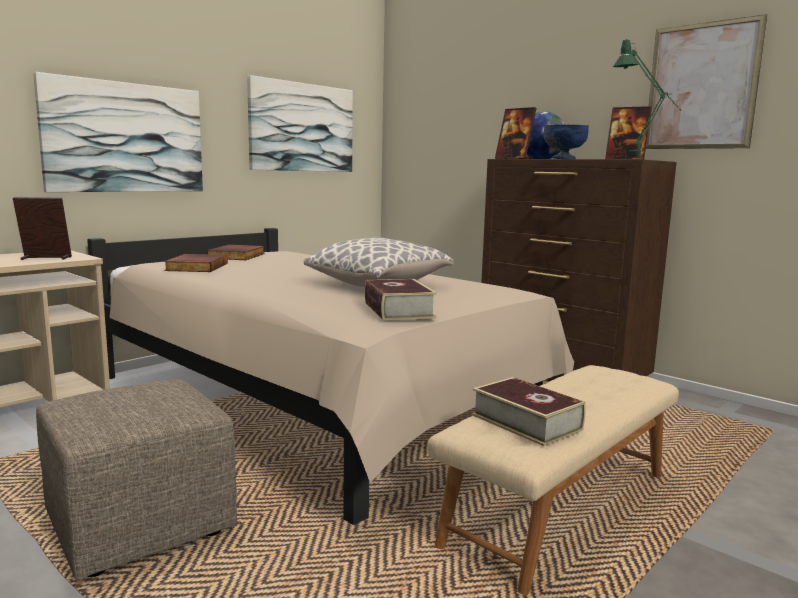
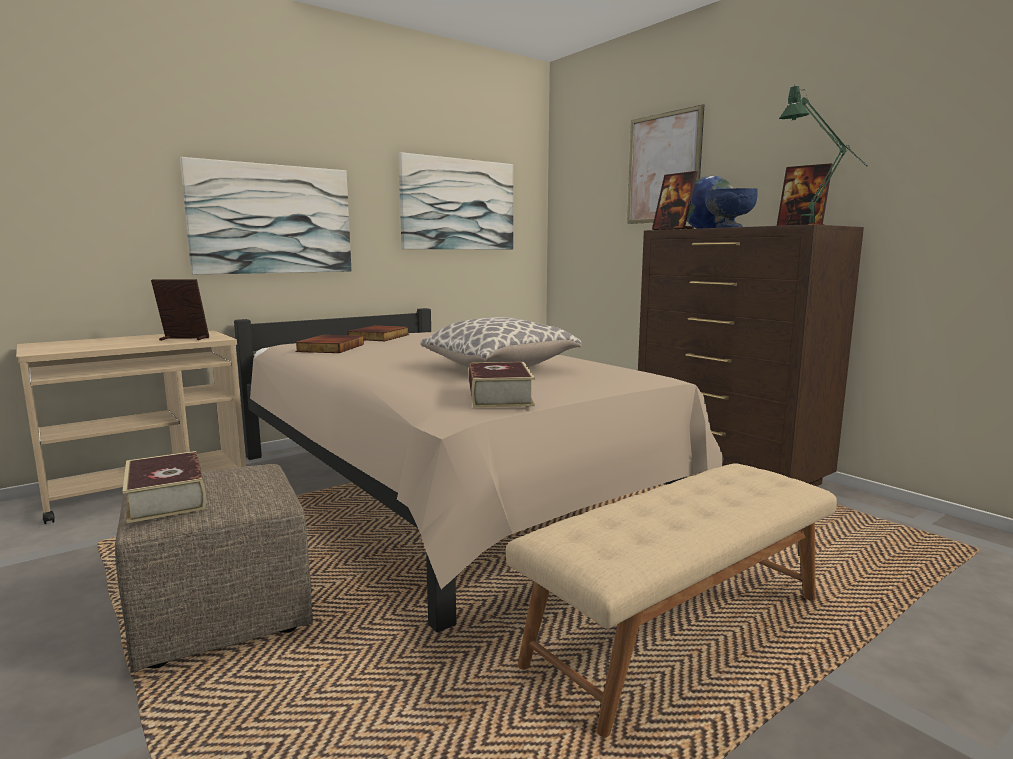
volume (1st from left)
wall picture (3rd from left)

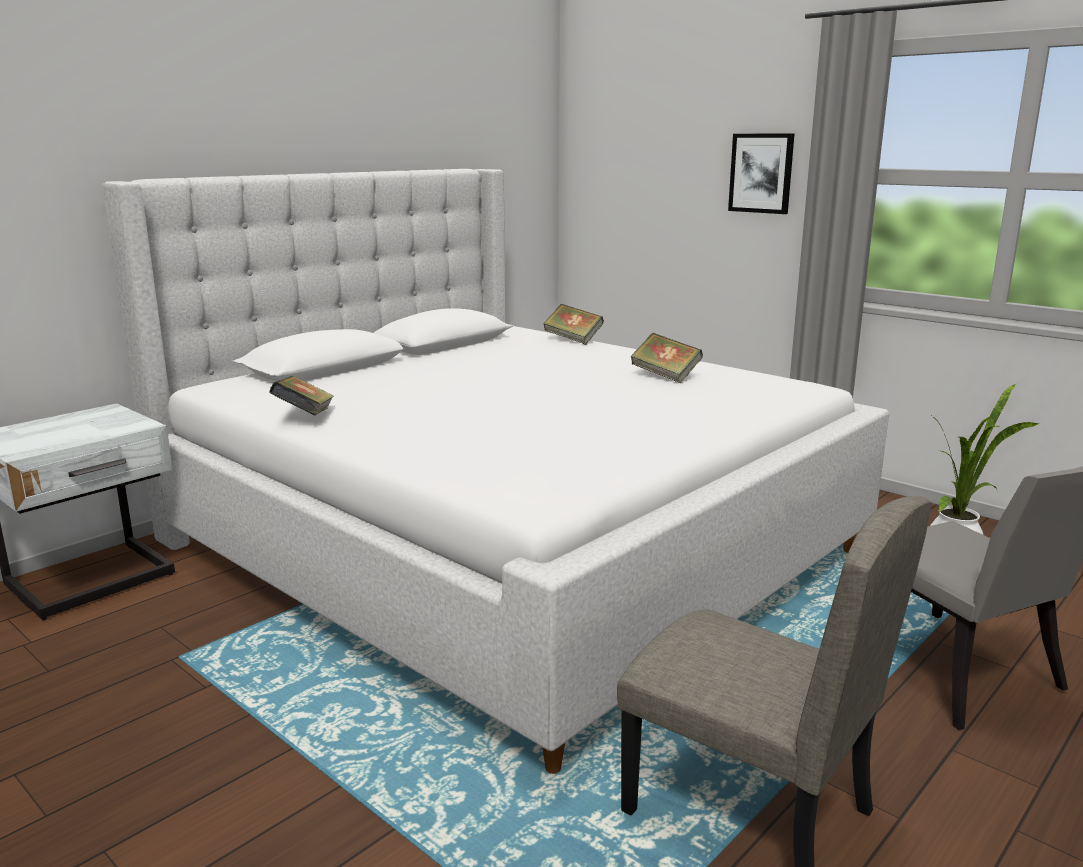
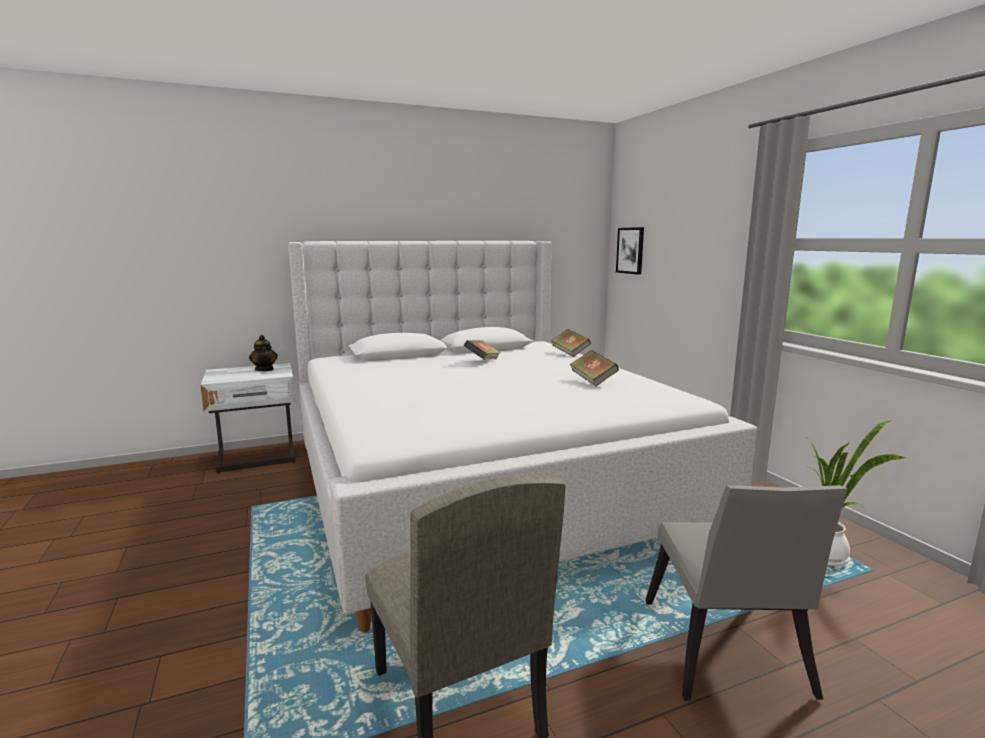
teapot
volume (1st from left)
wall picture

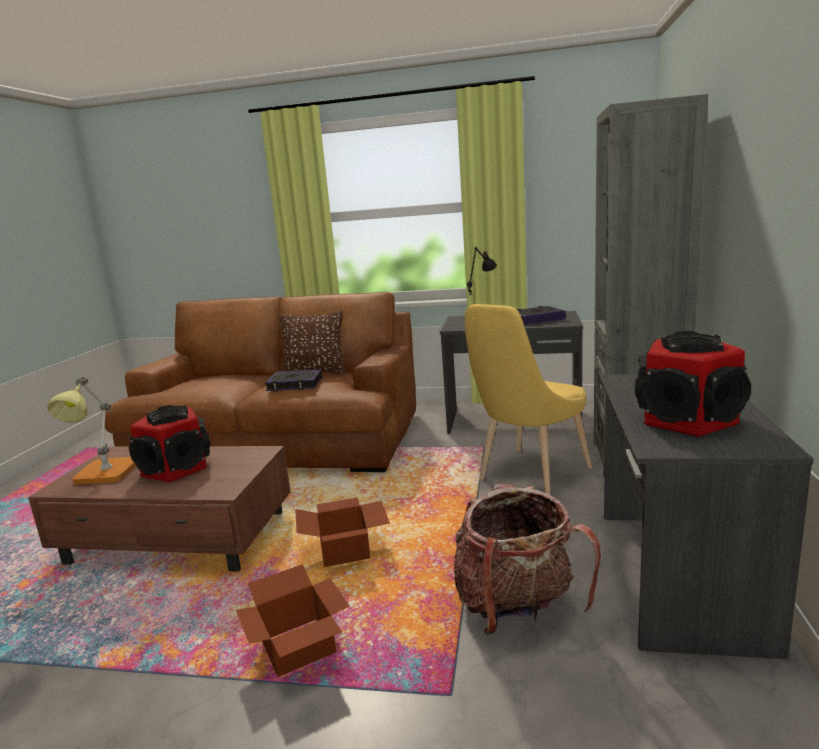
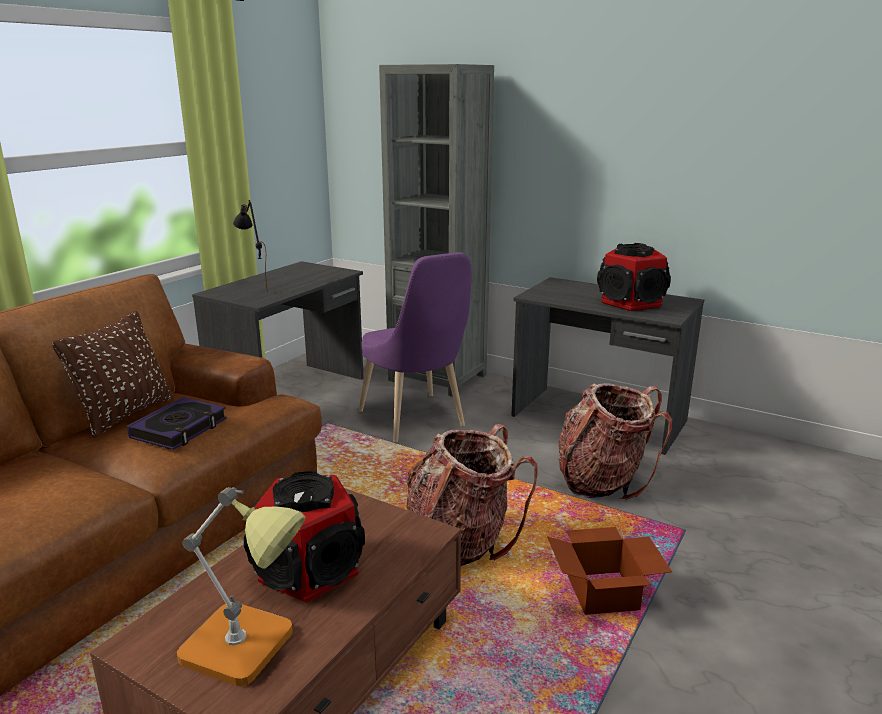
purple plain chair
rucksack (1st from left)
volume (2nd from left in the first image)

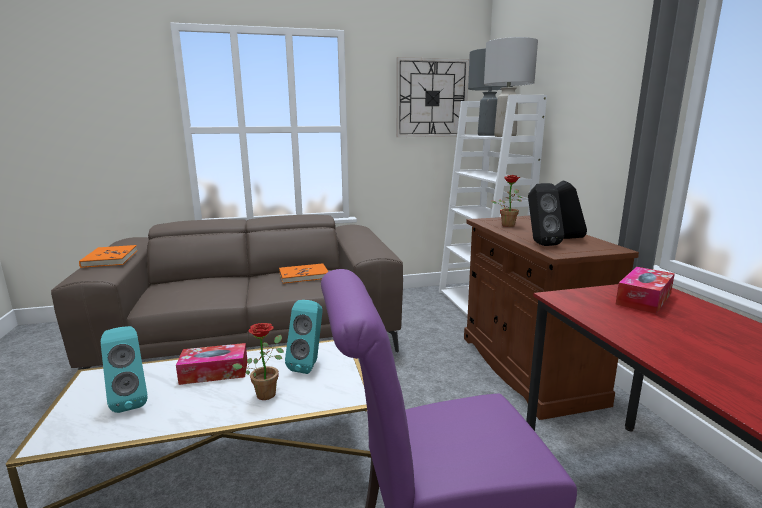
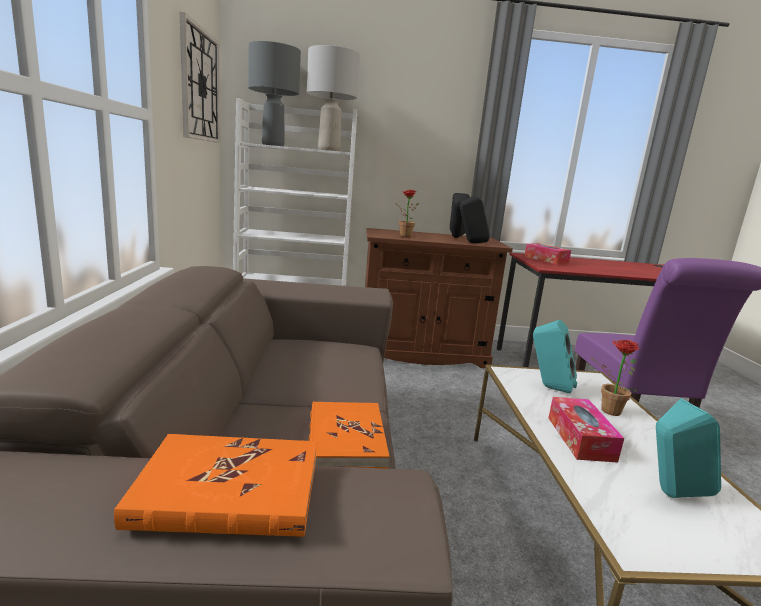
orange volume (2nd from left)

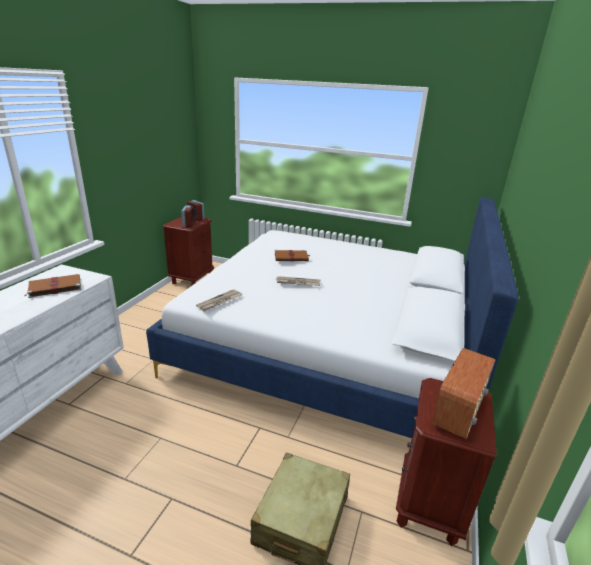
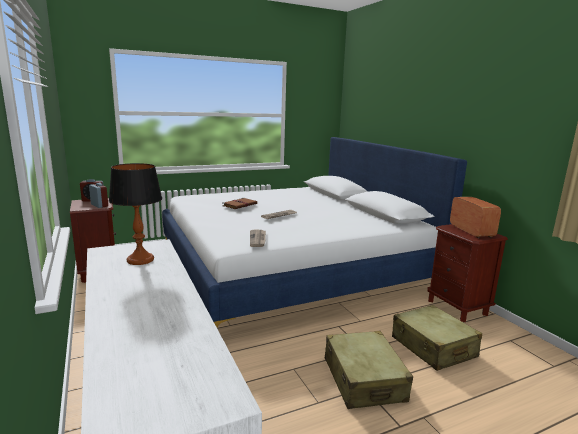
table lamp
beige-coloured piece of luggage (1st from left)

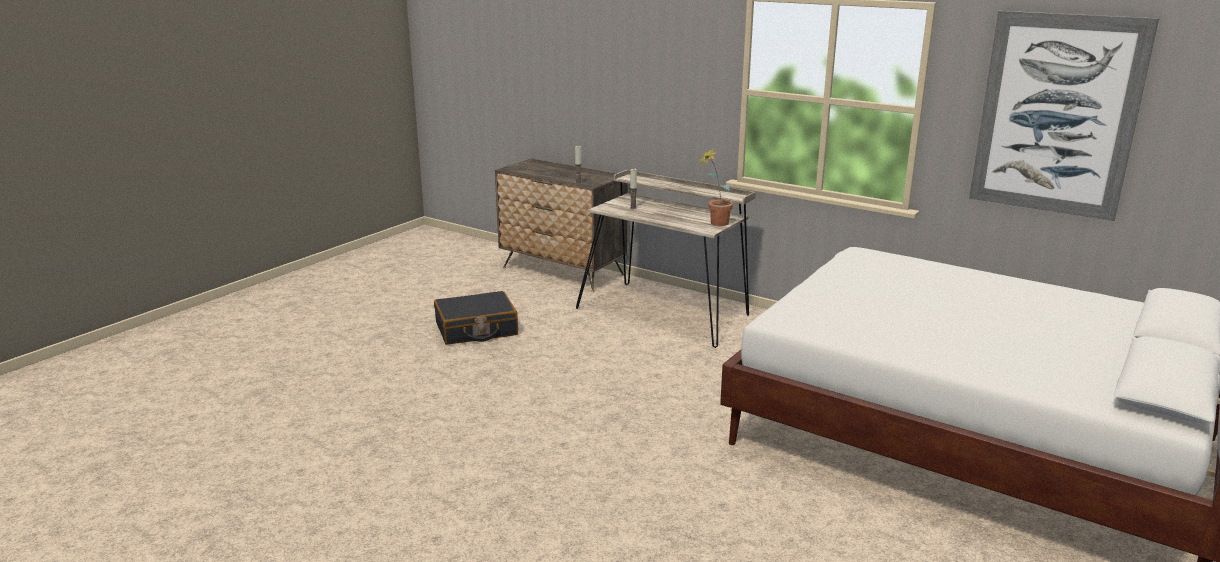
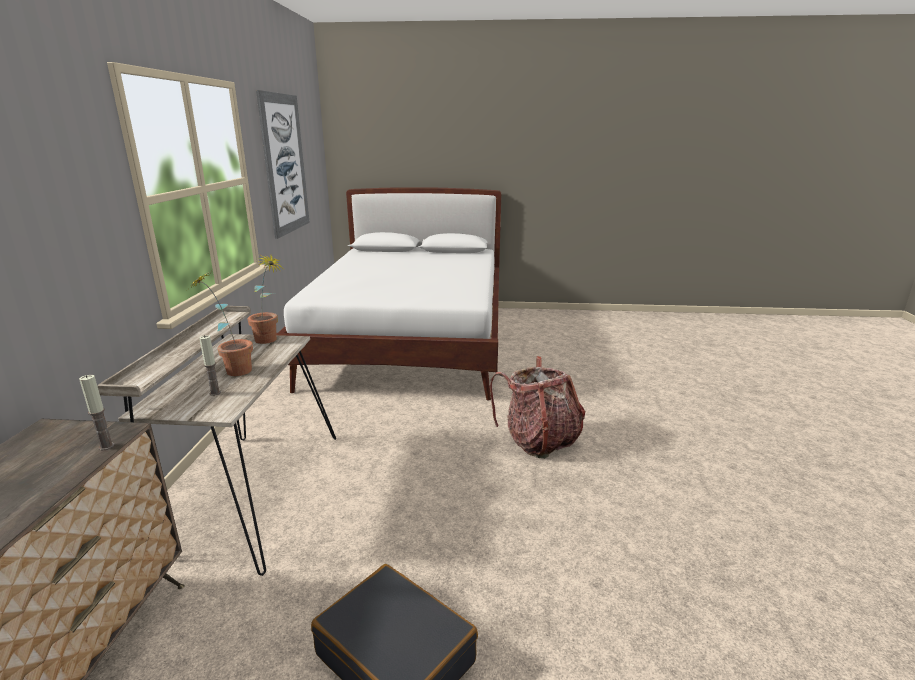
houseplant (1st from left)
rucksack

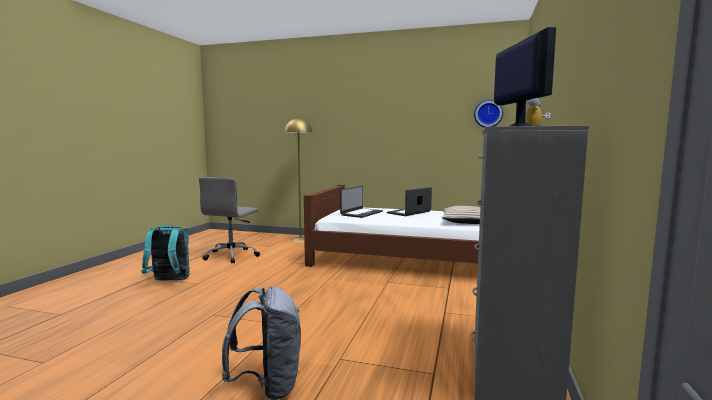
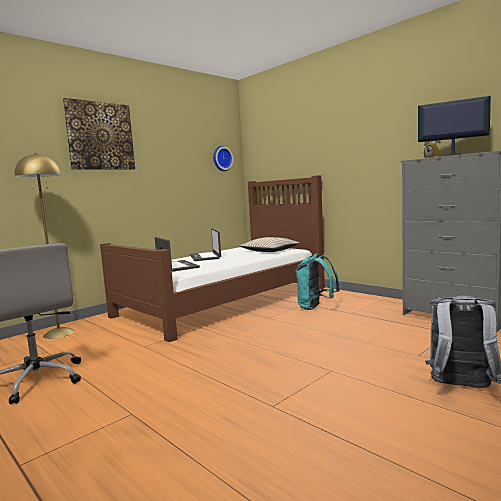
wall picture
turquoise-coloured rucksack

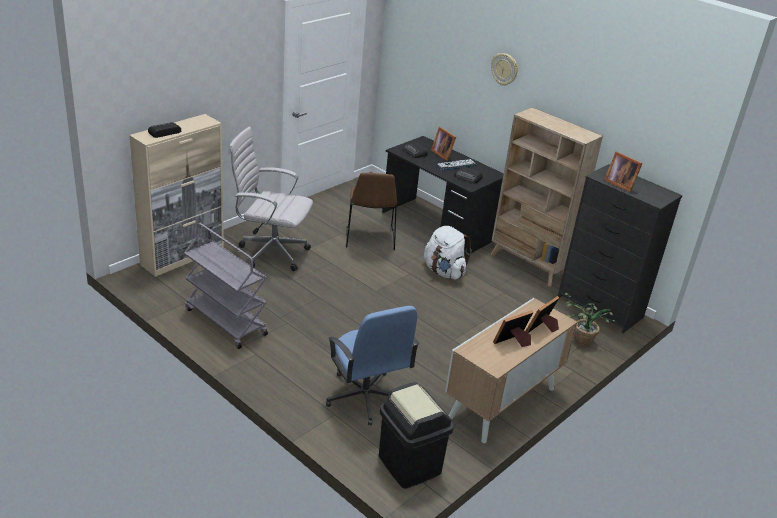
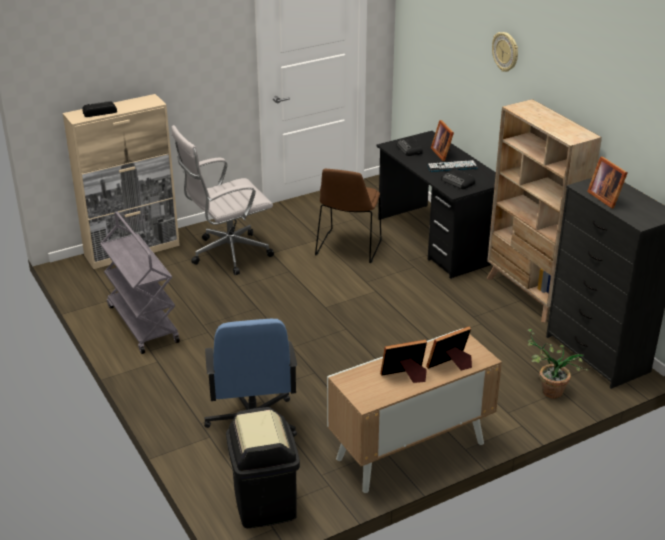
whitish office chair
whitish rucksack

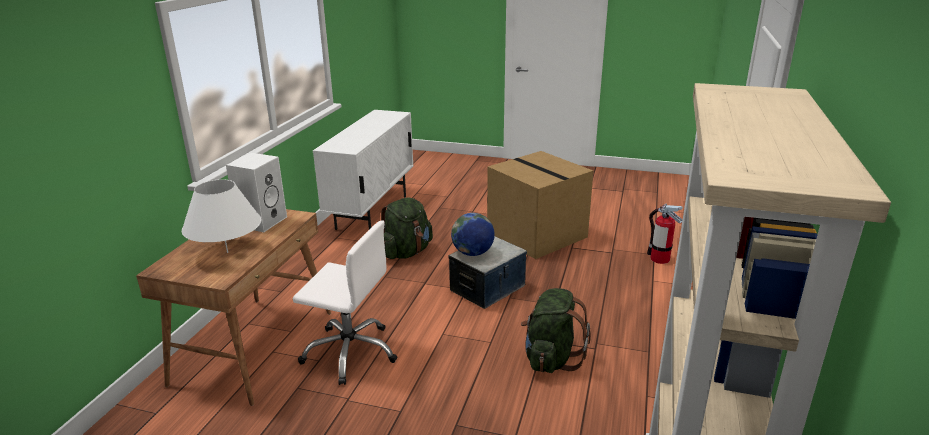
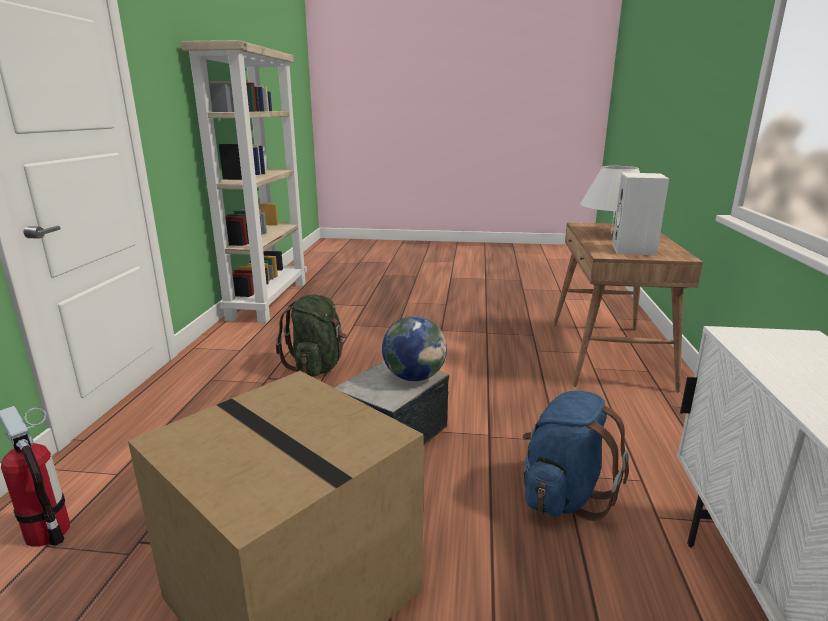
blue rucksack
whitish office chair

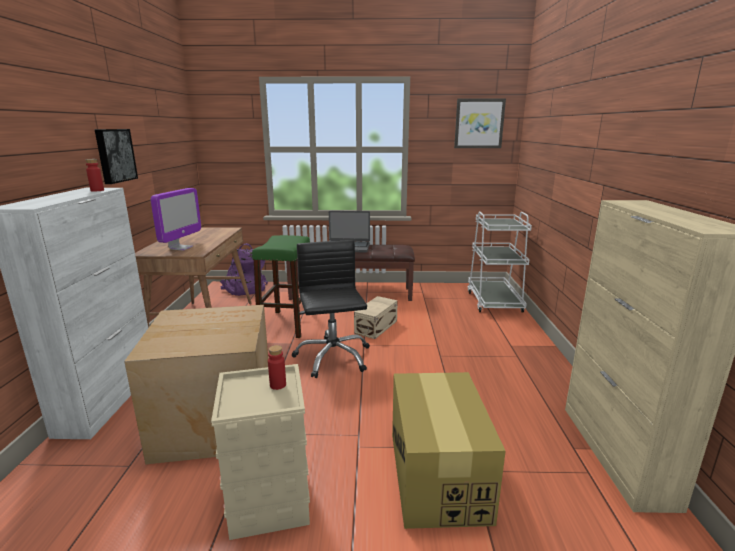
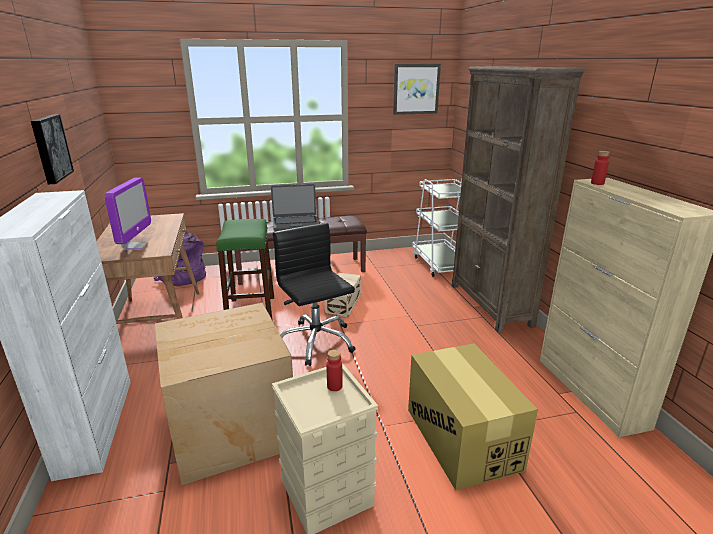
brown-coloured shelving unit
reddish drink bottle (2nd from left)

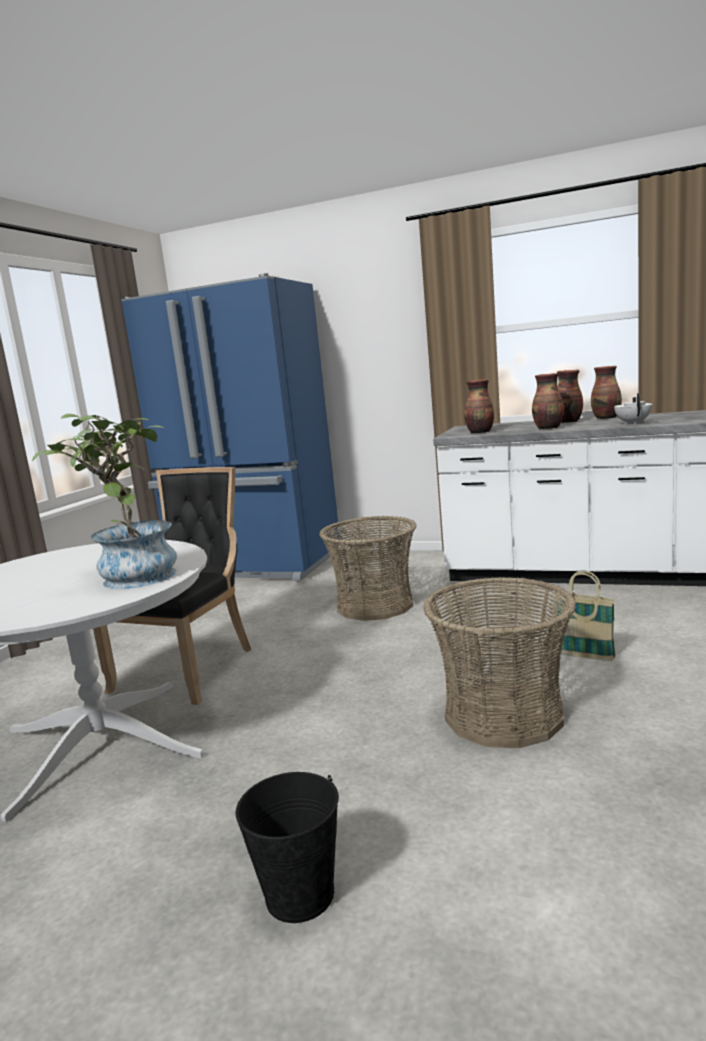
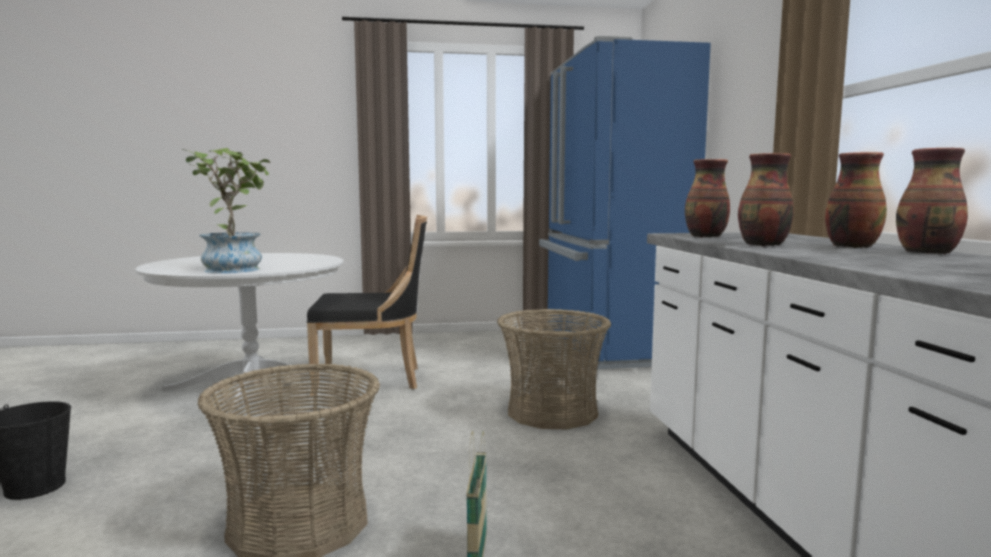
whitish teapot

